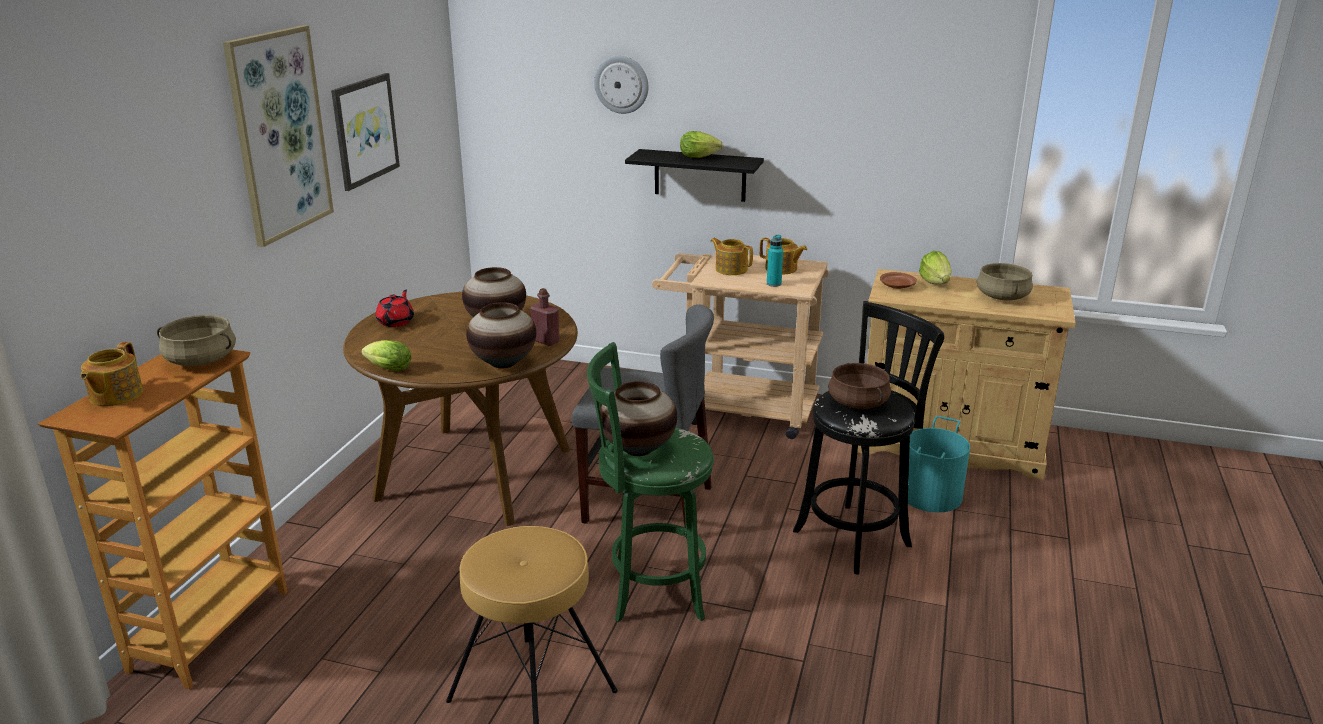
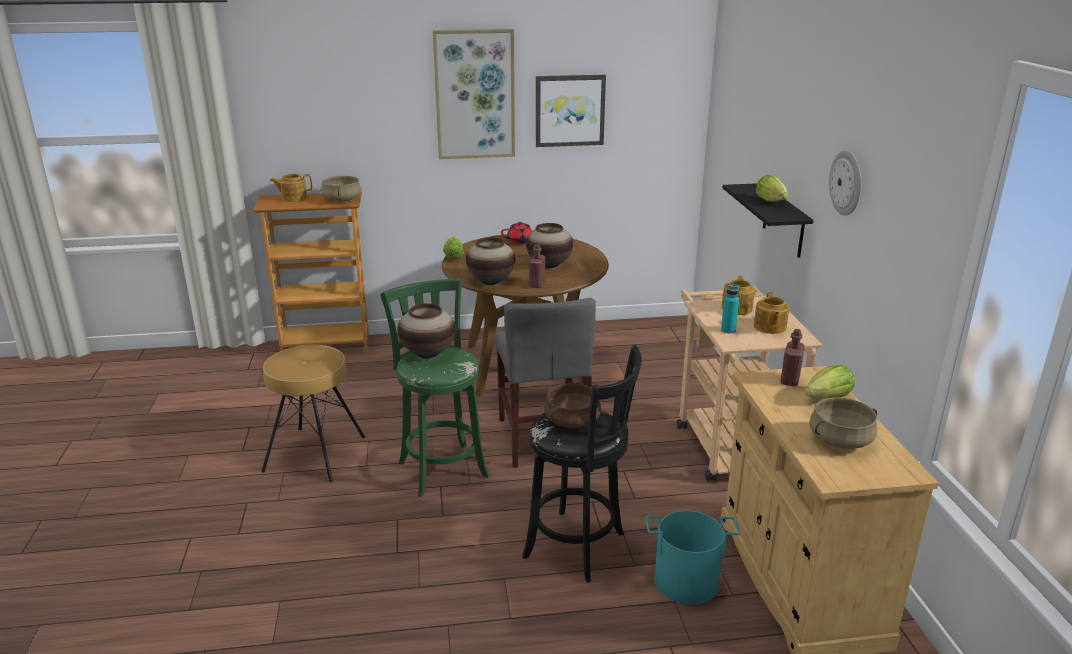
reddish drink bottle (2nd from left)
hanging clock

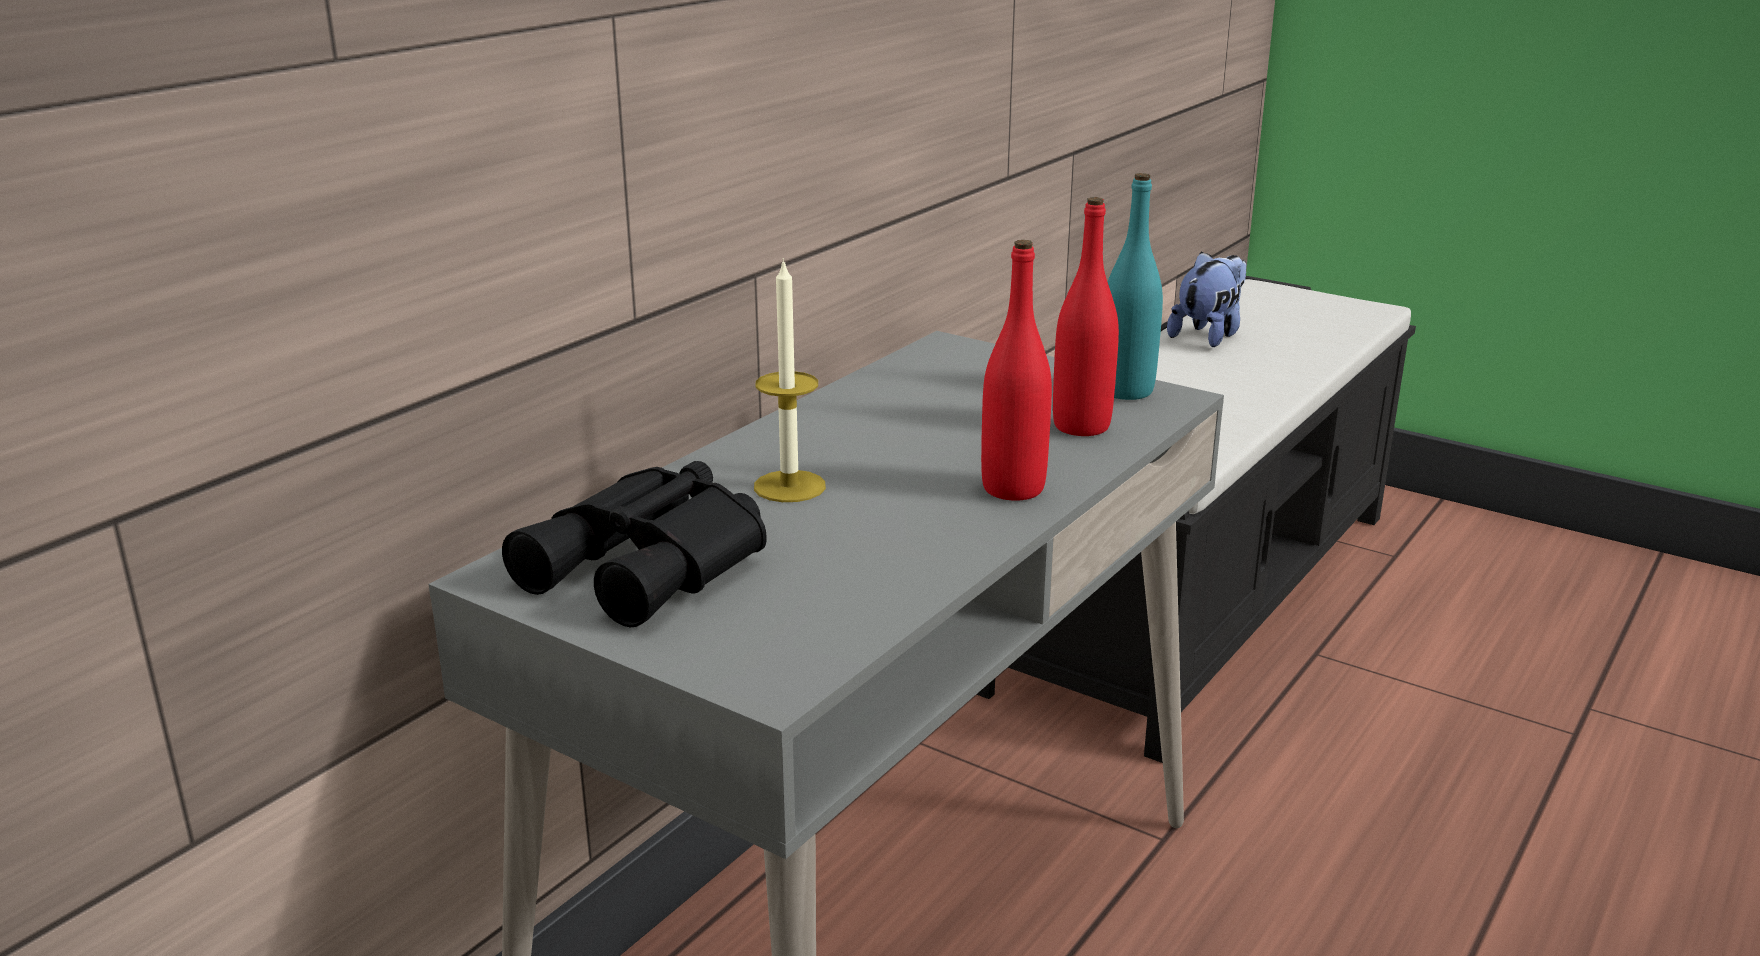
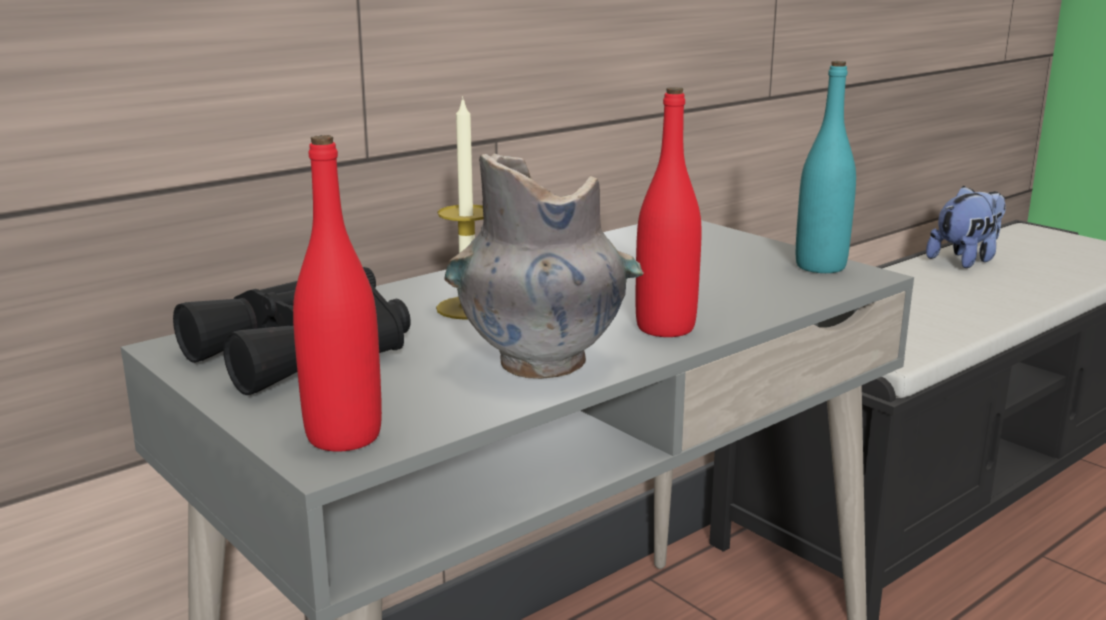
reddish drink bottle (1st from left)
gray flower vase

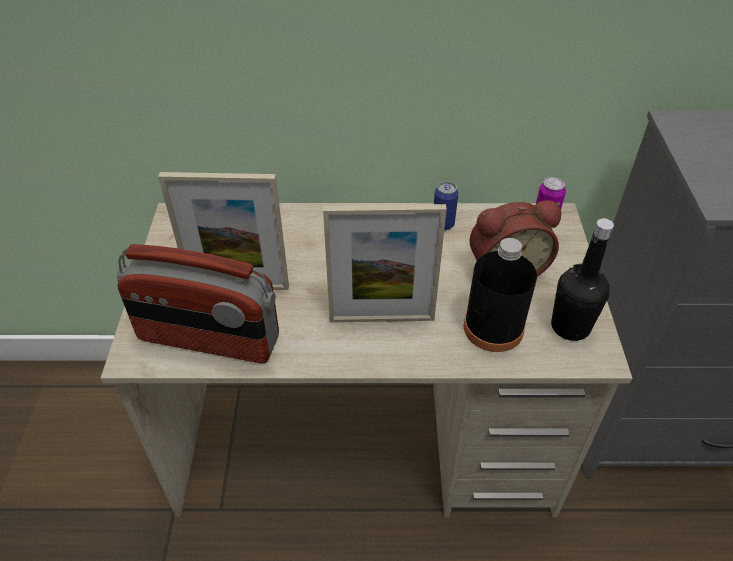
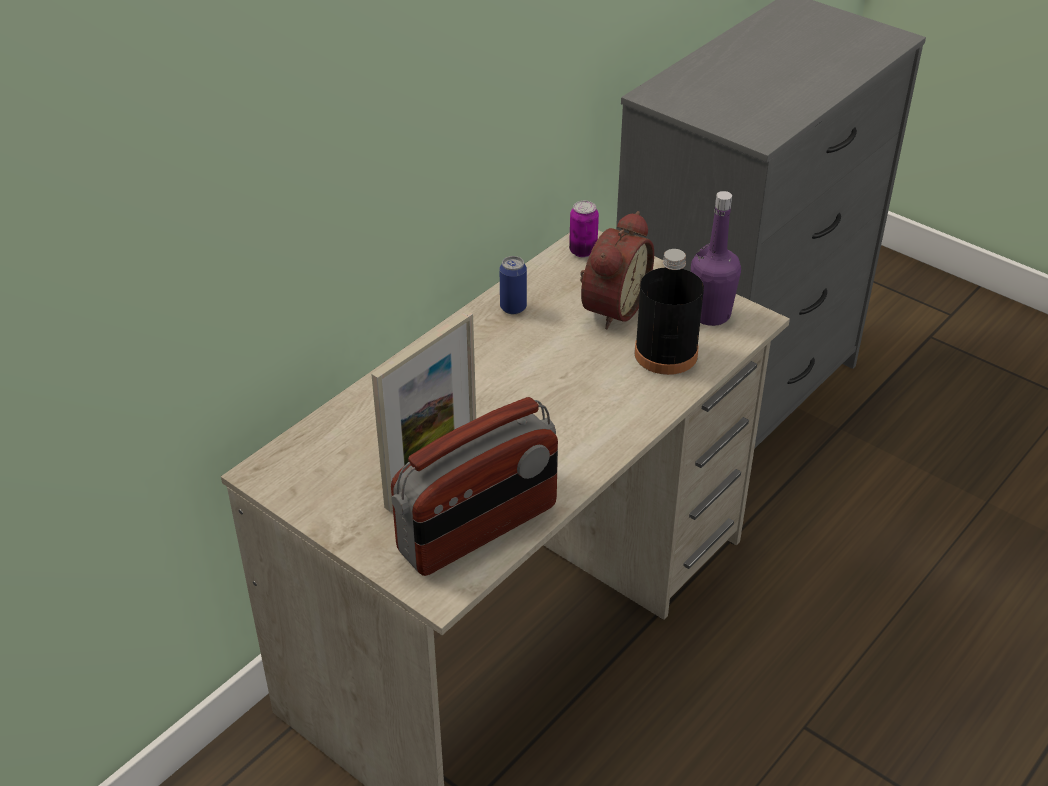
purple drink bottle
picture frame (2nd from left in the first image)

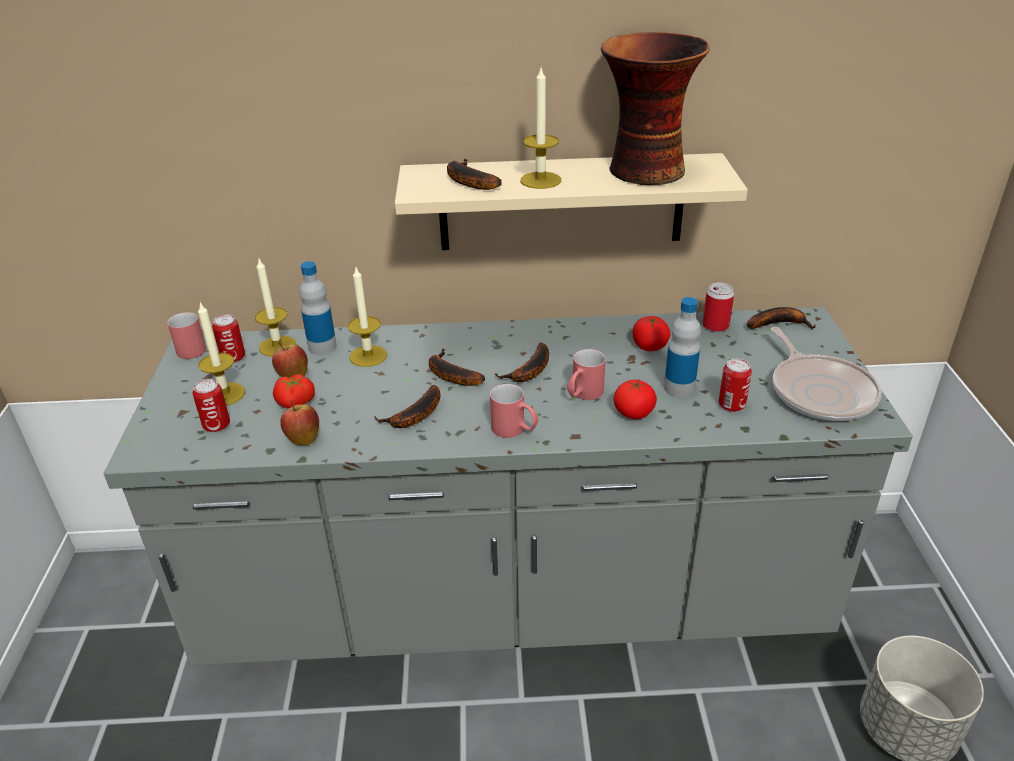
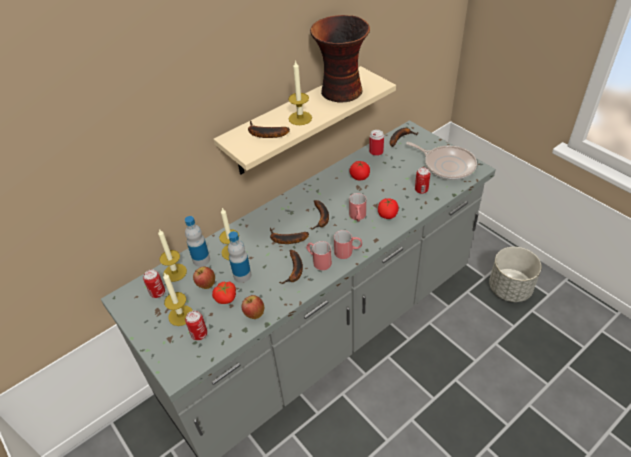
drink bottle (2nd from left)
reddish mug (1st from left)

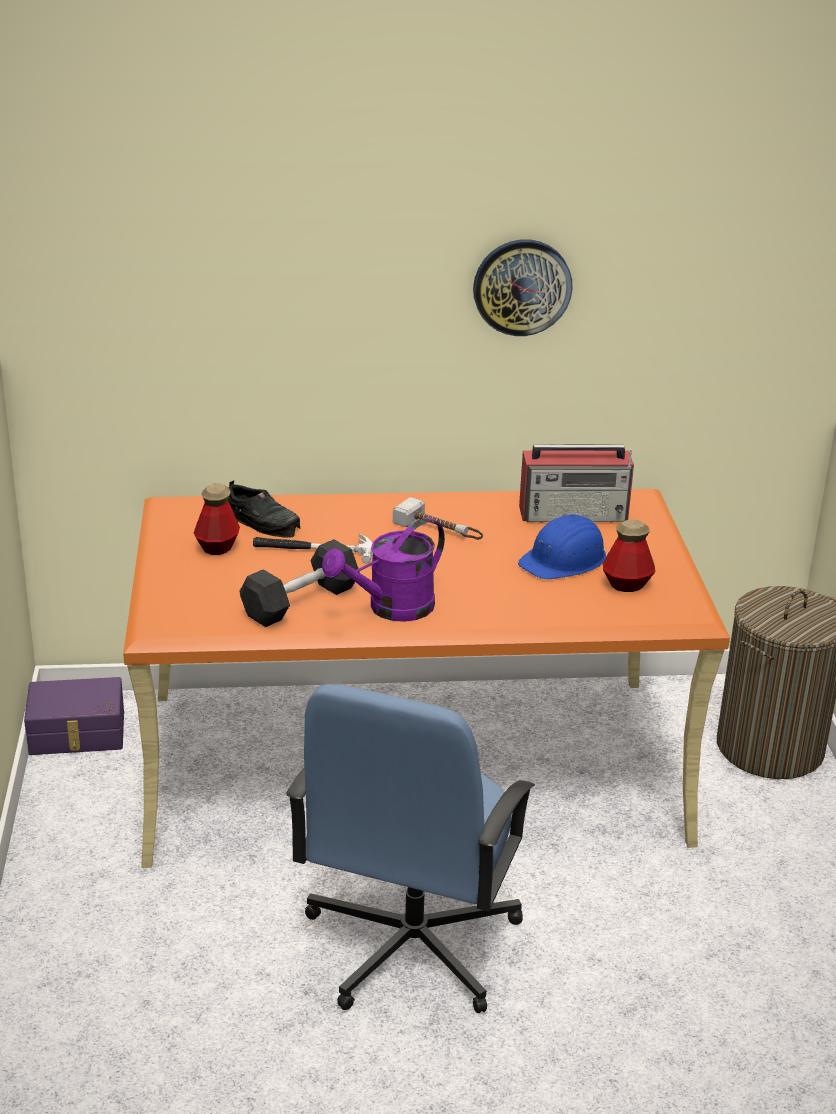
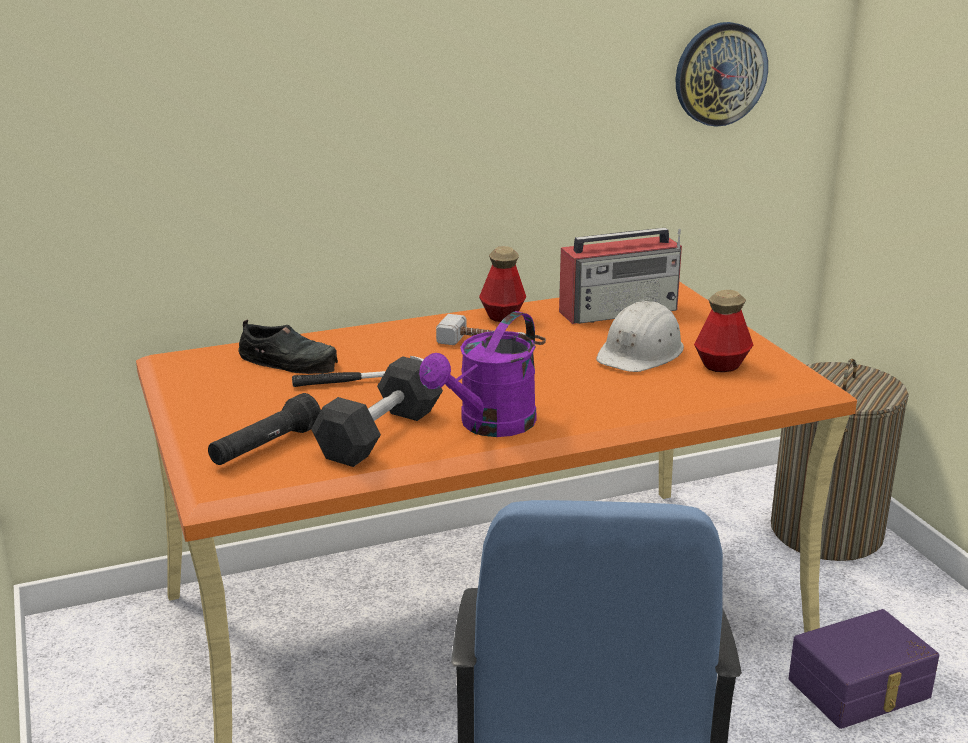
black-coloured flashlight
drink bottle (1st from left)
whitish hard hat
hanging clock
purple storage box

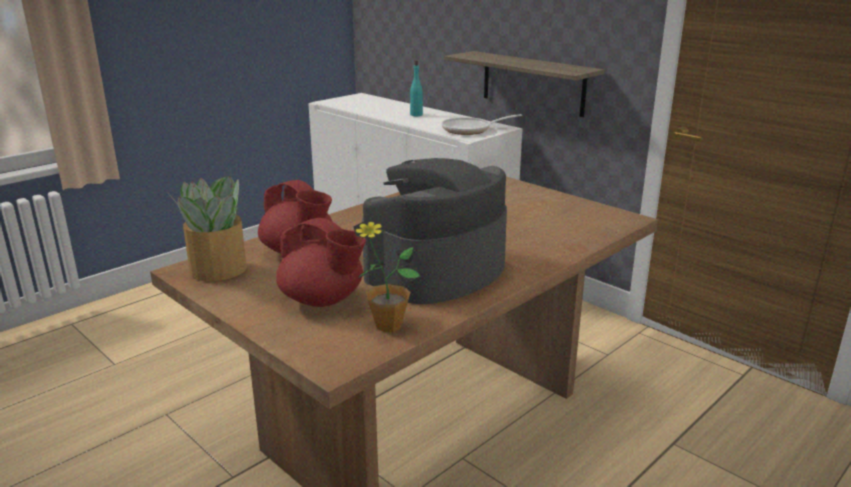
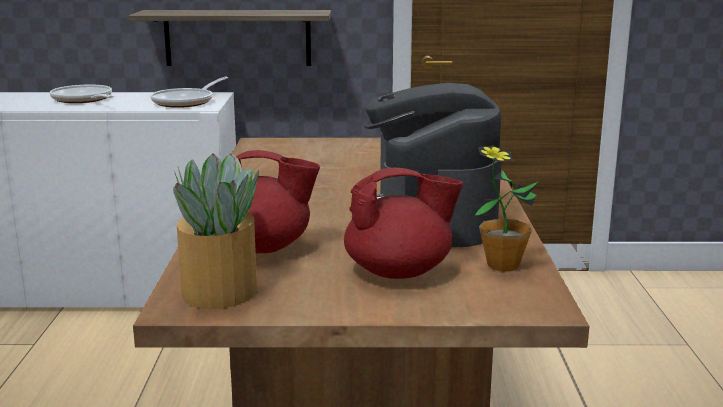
skillet (1st from left)

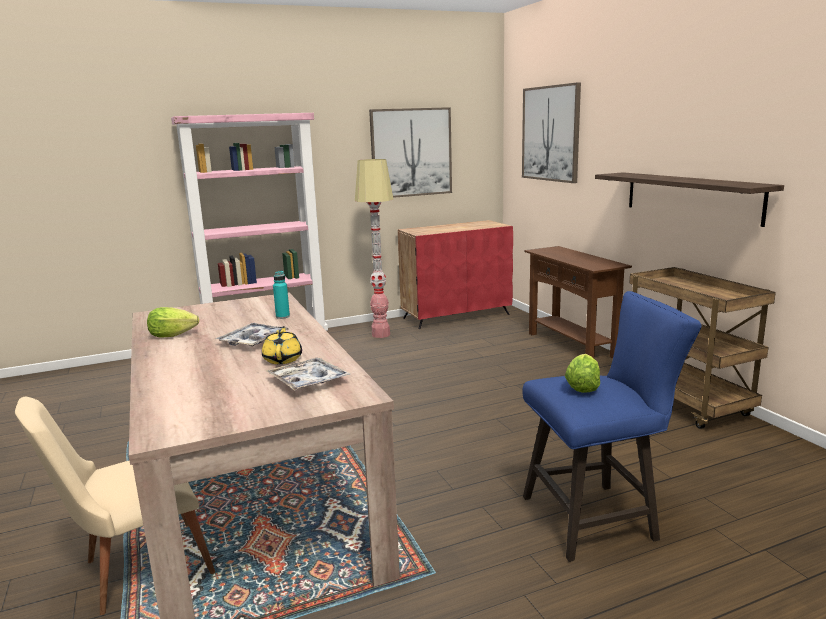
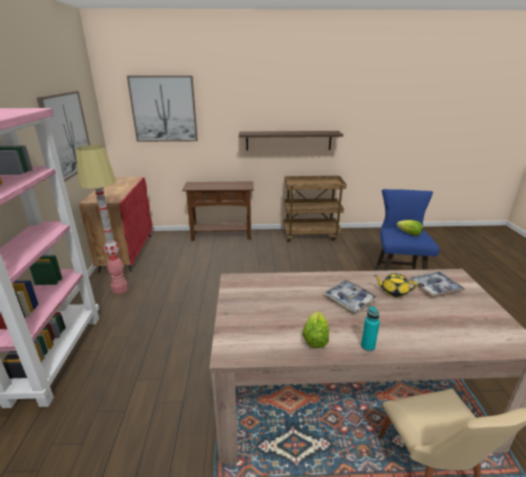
turquoise-coloured drink bottle

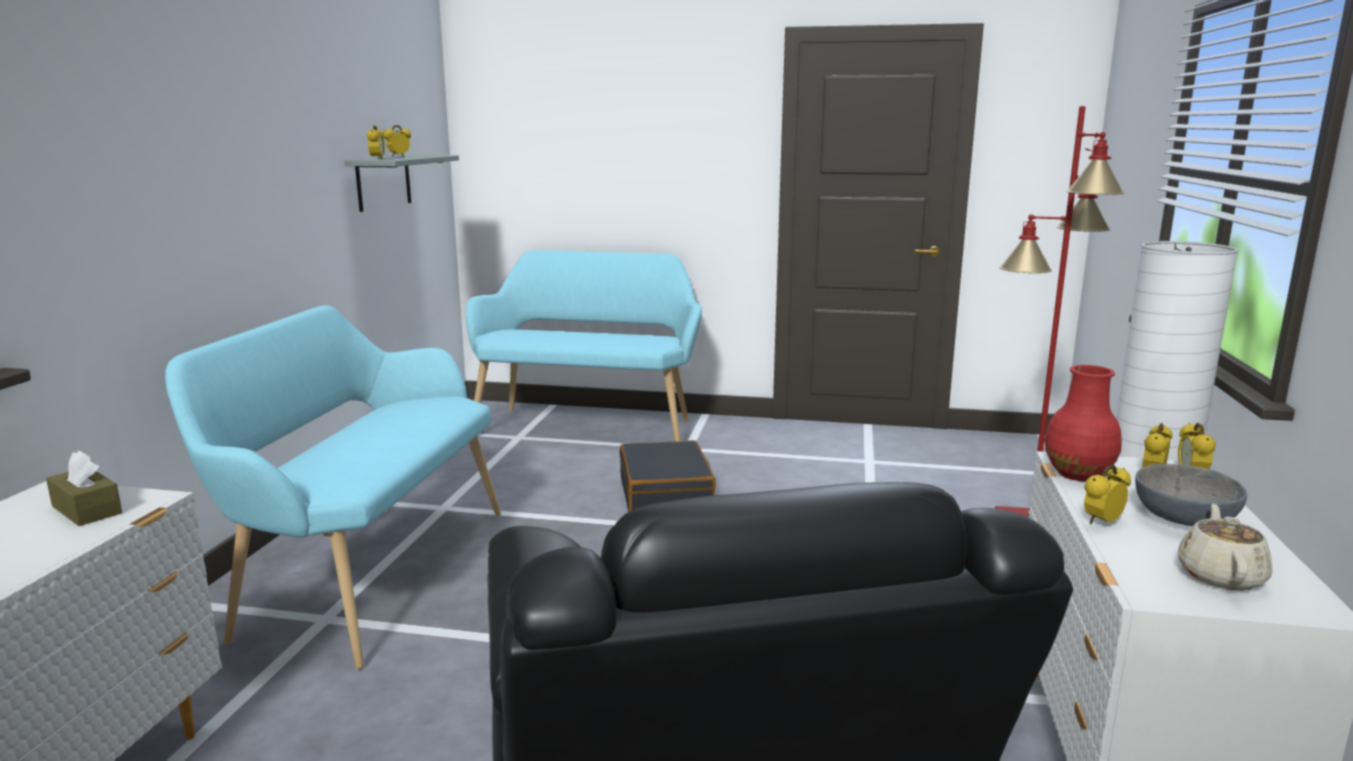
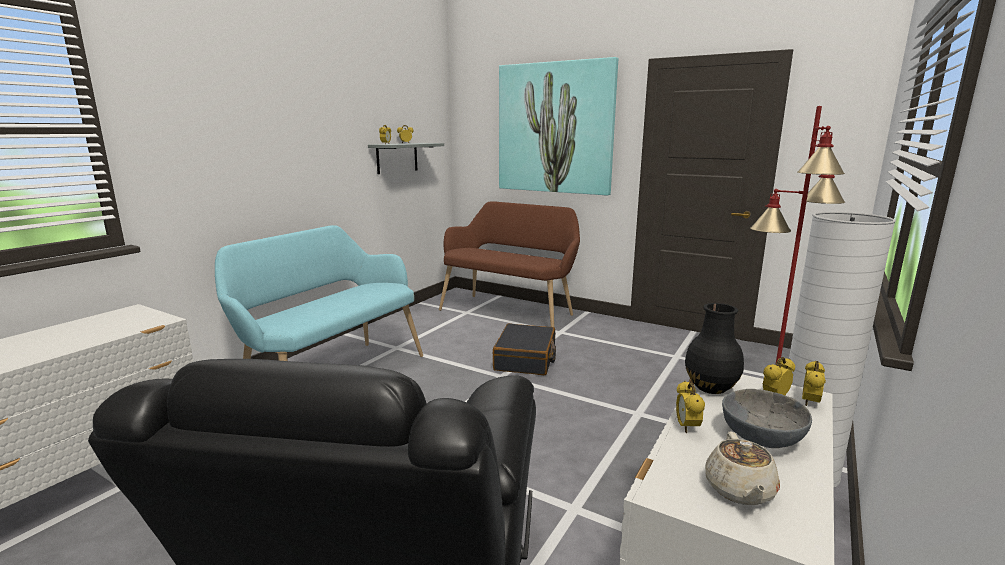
brown-coloured bench
wall picture
table clock (3rd from left)
black-coloured flower vase
beige-coloured teapot
brown-coloured tissue box

